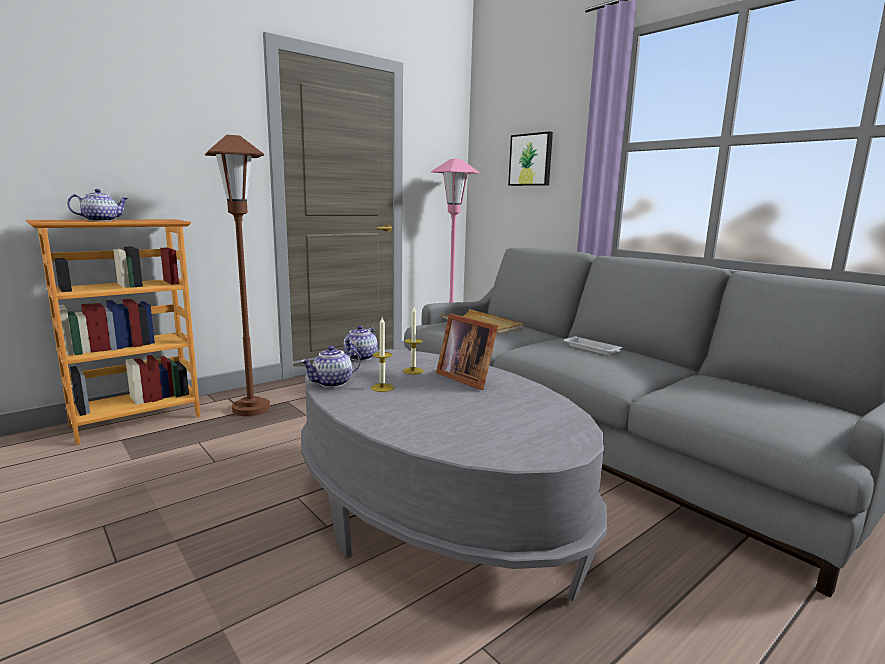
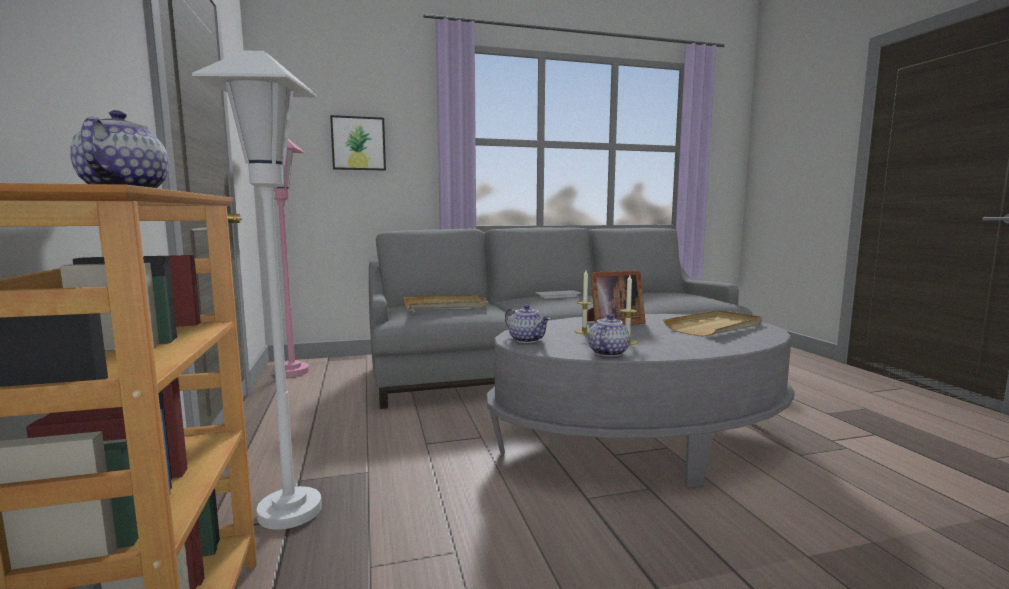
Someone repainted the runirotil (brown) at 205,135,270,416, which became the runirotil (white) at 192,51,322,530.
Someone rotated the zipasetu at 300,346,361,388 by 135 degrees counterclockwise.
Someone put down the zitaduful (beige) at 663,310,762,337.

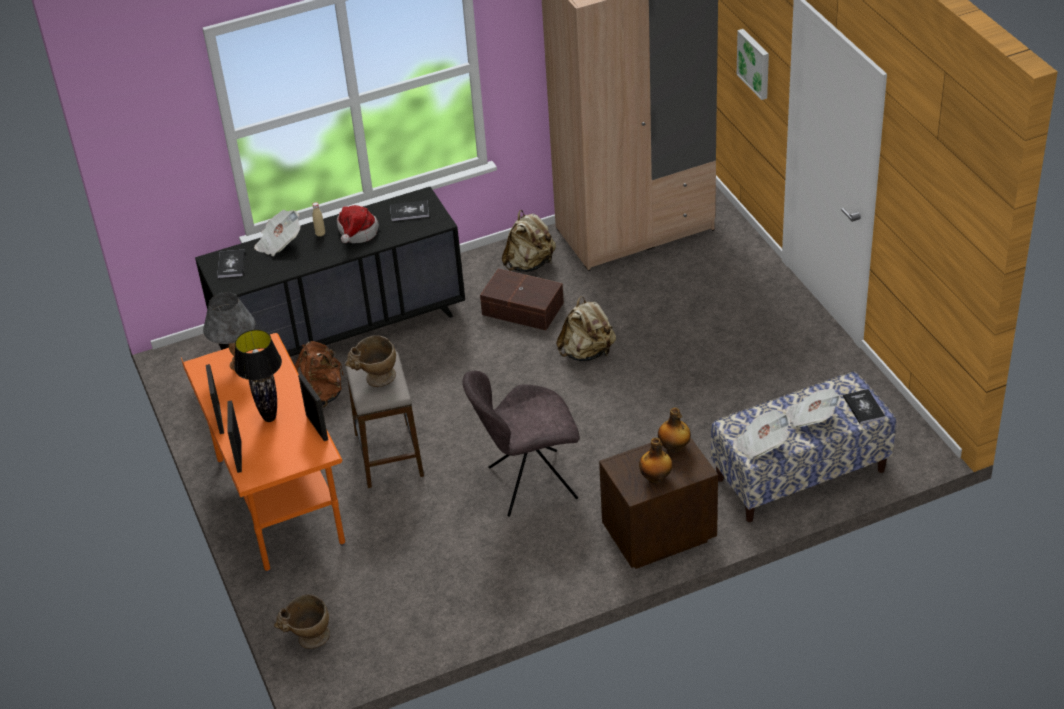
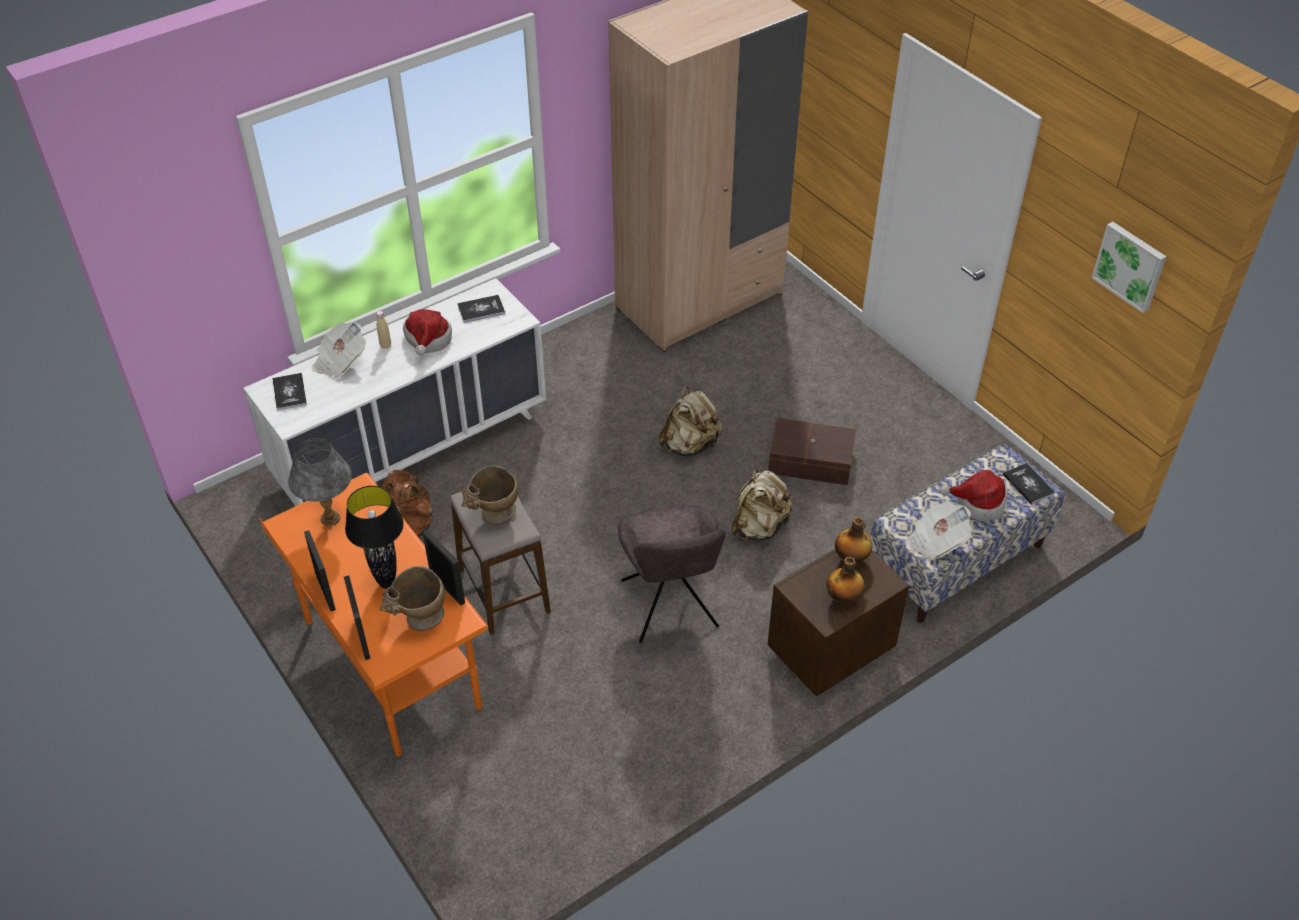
Someone carried the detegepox from 737,29,769,100 to 1091,222,1167,313.
Someone repainted the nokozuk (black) at 195,187,465,357, which became the nokozuk (white) at 243,278,546,506.
Someone carried the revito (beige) from 502,210,556,272 to 731,469,792,541.
Someone carried the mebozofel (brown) from 480,268,564,331 to 768,418,856,485.
Someone rotated the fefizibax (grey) at 462,371,580,517 by 75 degrees counterclockwise.
Someone swapped the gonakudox at 786,389,841,428 for the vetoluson at 939,470,1008,521.
Someone carried the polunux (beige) from 274,594,330,649 to 380,566,445,631.

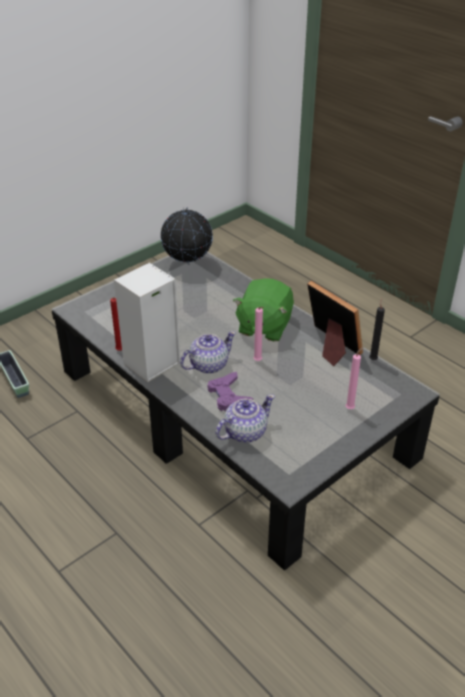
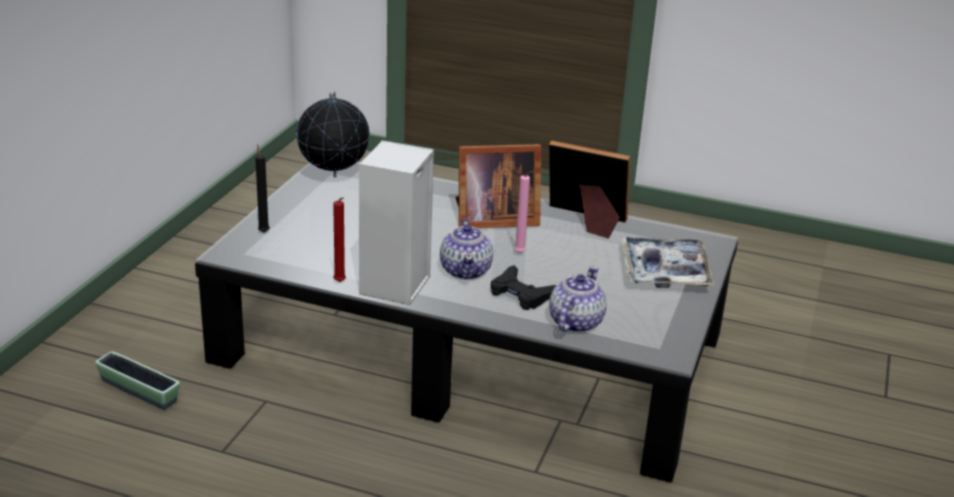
Someone swapped the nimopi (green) at 233,278,294,342 for the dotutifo at 456,144,541,228.
Someone carried the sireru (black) from 369,298,385,360 to 255,144,270,232.
Someone rotated the zipasetu at 180,331,236,374 by 150 degrees clockwise.
Someone swapped the sireru (pink) at 346,347,363,409 for the zitaduful at 622,237,714,288.
Someone repainted the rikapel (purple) at 208,372,253,412, which became the rikapel (black) at 491,265,556,310.

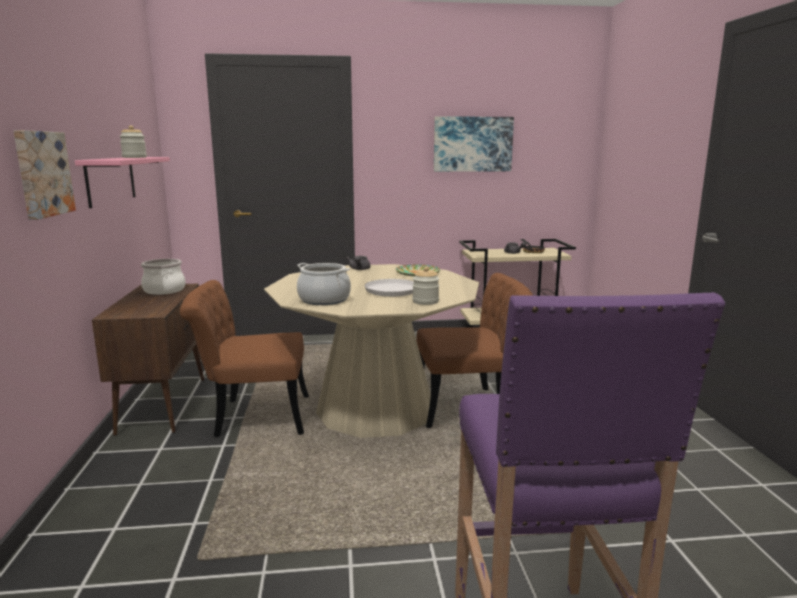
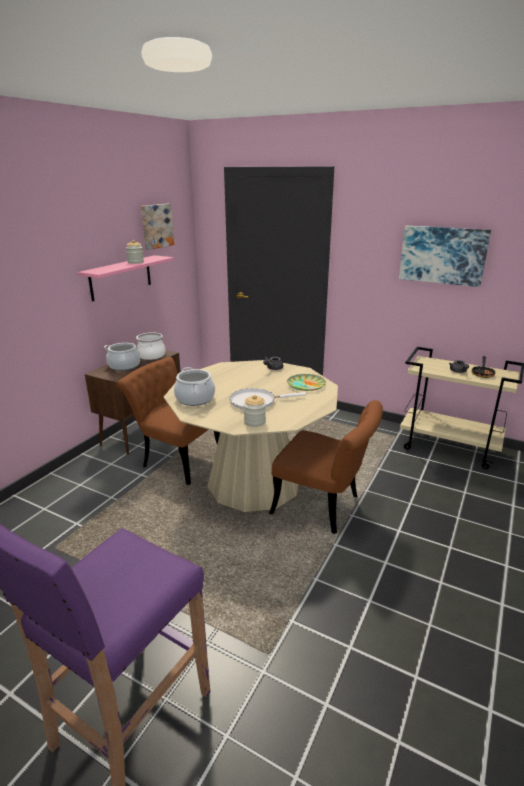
Someone carried the detegepox from 14,130,76,220 to 141,204,174,250.
Someone put down the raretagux at 104,343,140,371.

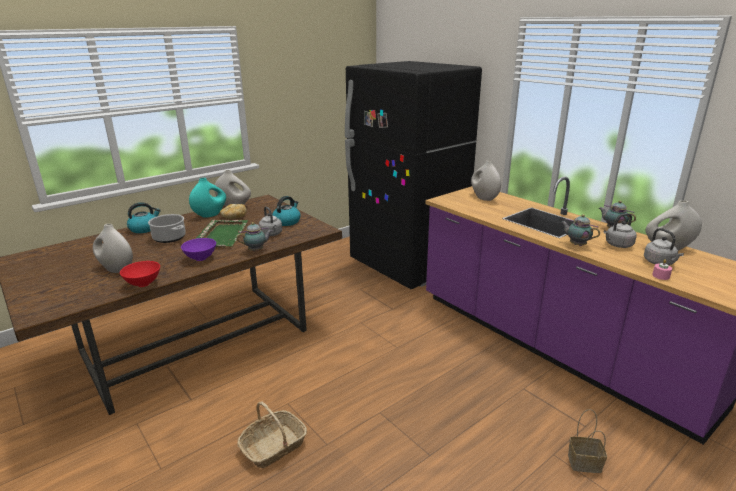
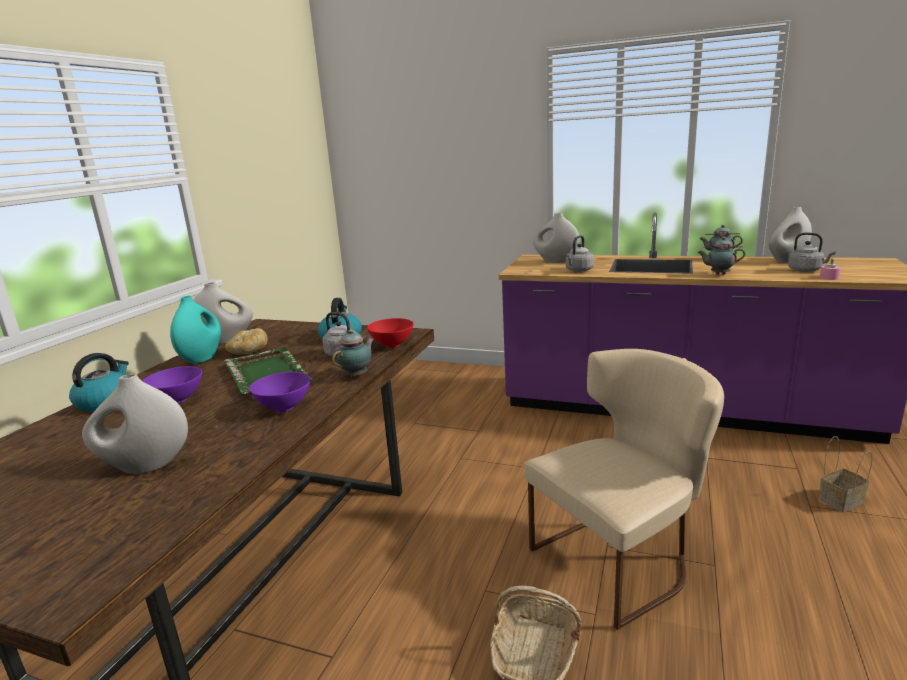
Someone took away the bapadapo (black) at 345,61,482,289.
Someone carried the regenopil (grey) from 604,213,637,248 to 566,235,594,272.
Someone swapped the raretagux at 148,214,186,243 for the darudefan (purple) at 143,366,202,404.
Someone carried the darudefan (red) from 120,261,160,287 to 367,318,414,348.
Someone put down the fefizibax (beige) at 525,349,724,630.

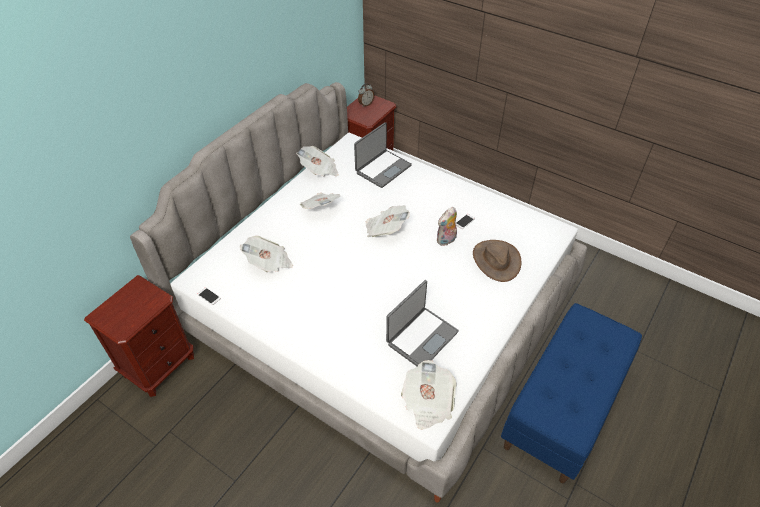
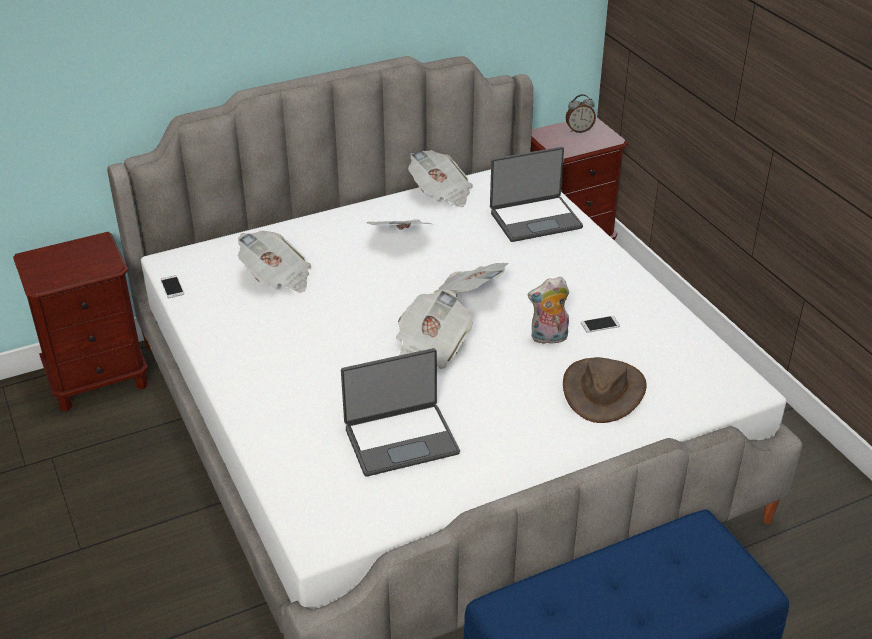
Someone carried the gonakudox from 401,360,457,430 to 396,290,473,369.

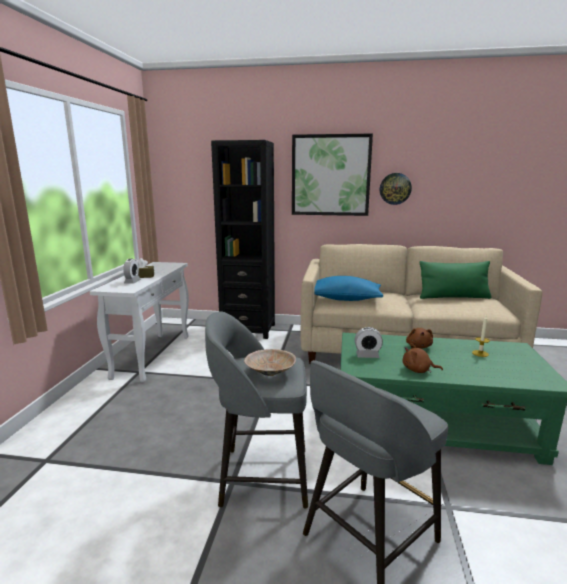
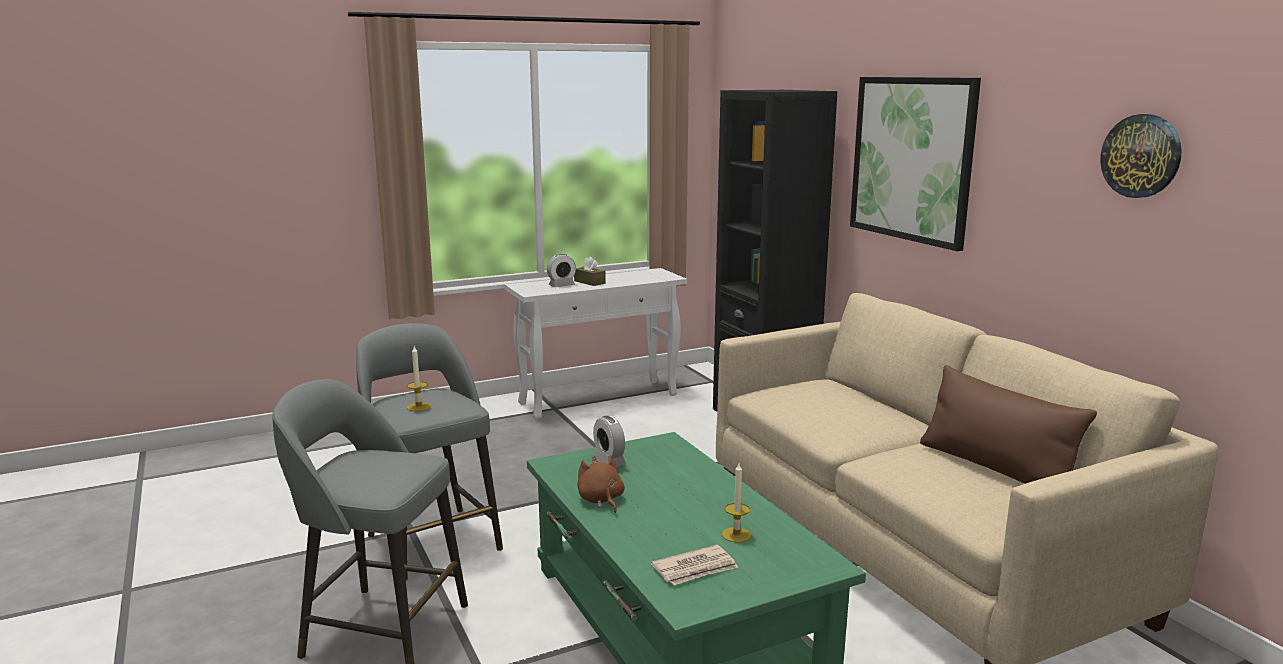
Someone carried the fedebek from 380,173,412,205 to 1100,114,1182,198.
Someone repainted the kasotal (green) at 420,261,491,299, which became the kasotal (brown) at 920,365,1097,484.
Someone took away the kasotal (blue) at 314,276,383,301.
Someone took away the nimopi (brown) at 406,328,433,349.
Someone swapped the darudefan (beige) at 244,349,296,376 for the sireru at 406,346,431,411.
Someone put down the gonakudox at 651,545,738,585.

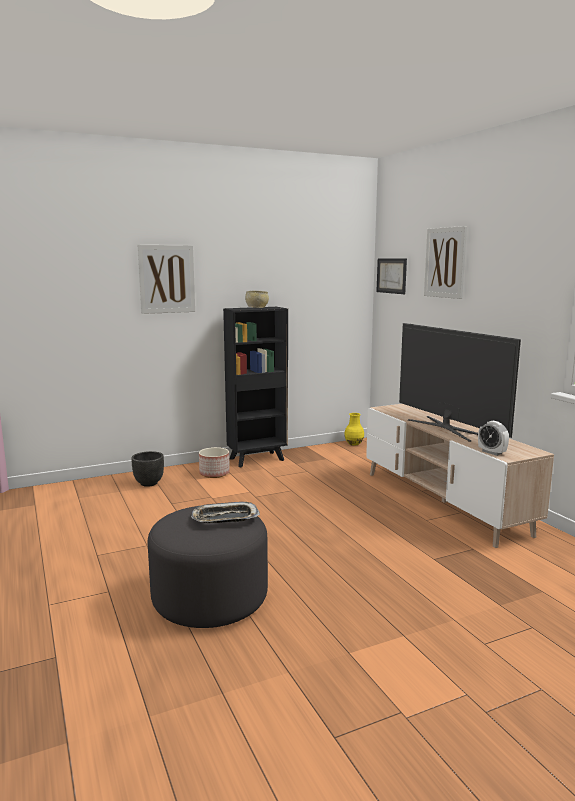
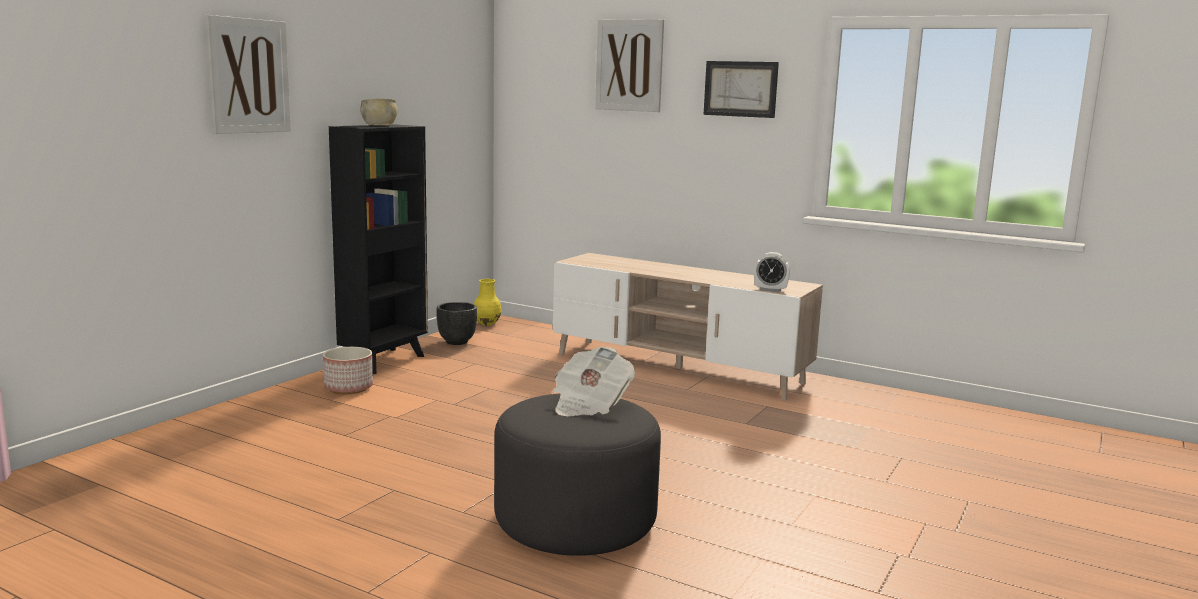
Someone carried the detegepox from 376,258,407,294 to 703,61,779,118.
Someone took away the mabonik at 399,323,521,442.
Someone carried the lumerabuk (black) from 131,451,164,487 to 436,302,477,345.
Someone swapped the zitaduful at 191,502,260,523 for the gonakudox at 553,347,635,416.

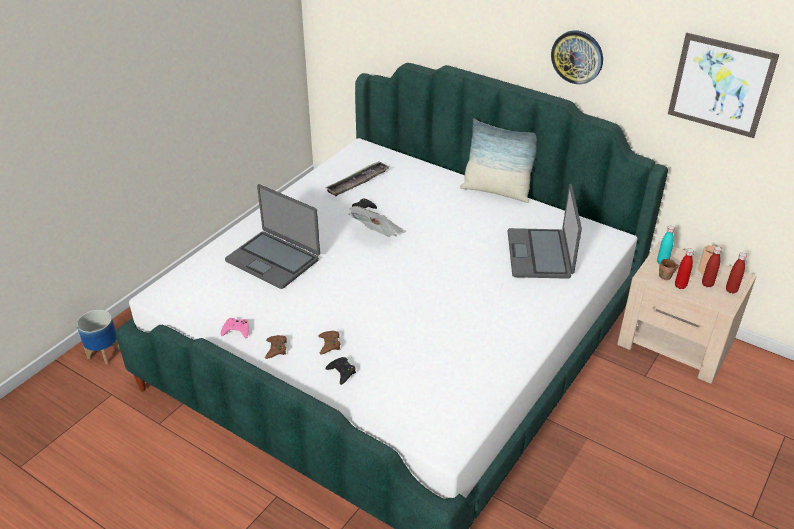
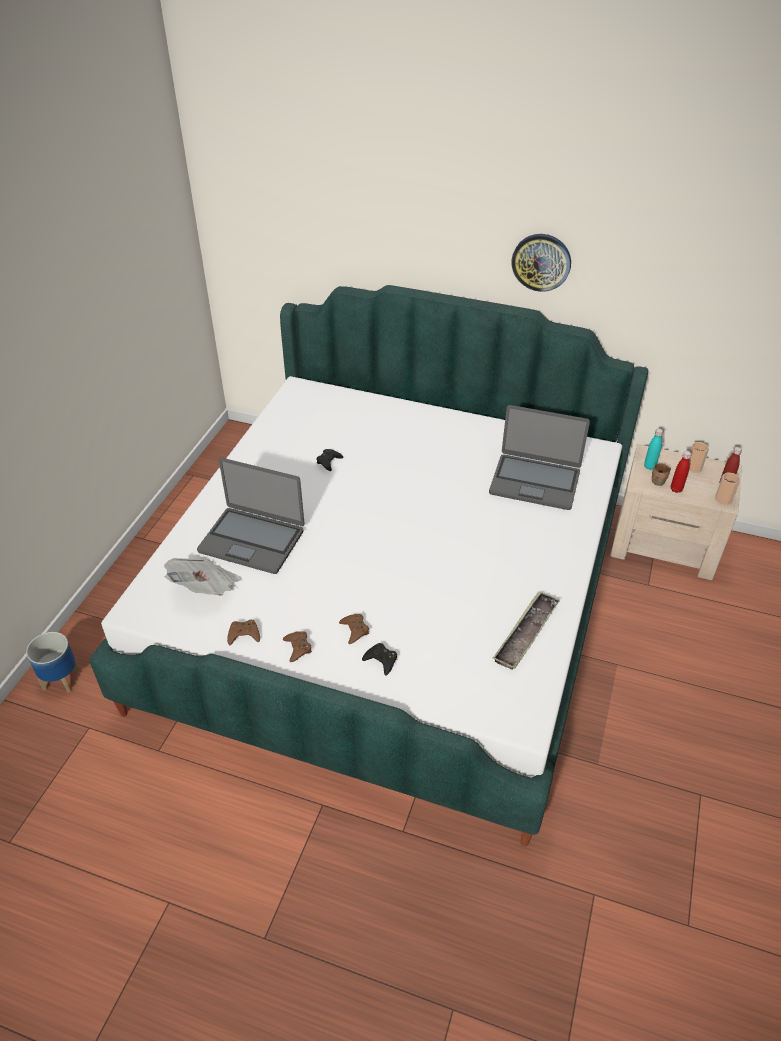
Someone took away the detegepox at 668,33,779,138.
Someone took away the kasotal at 460,118,537,203.
Someone carried the zitaduful from 325,161,389,196 to 492,591,560,670.
Someone rotated the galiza at 508,184,582,279 by 60 degrees counterclockwise.
Someone carried the gonakudox from 349,206,406,237 to 164,558,242,596.
Someone took away the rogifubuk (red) at 702,247,722,287.
Someone repainted the rikapel (pink) at 221,318,249,338, which became the rikapel (brown) at 227,620,260,645.
Someone put down the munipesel at 715,472,740,505.

